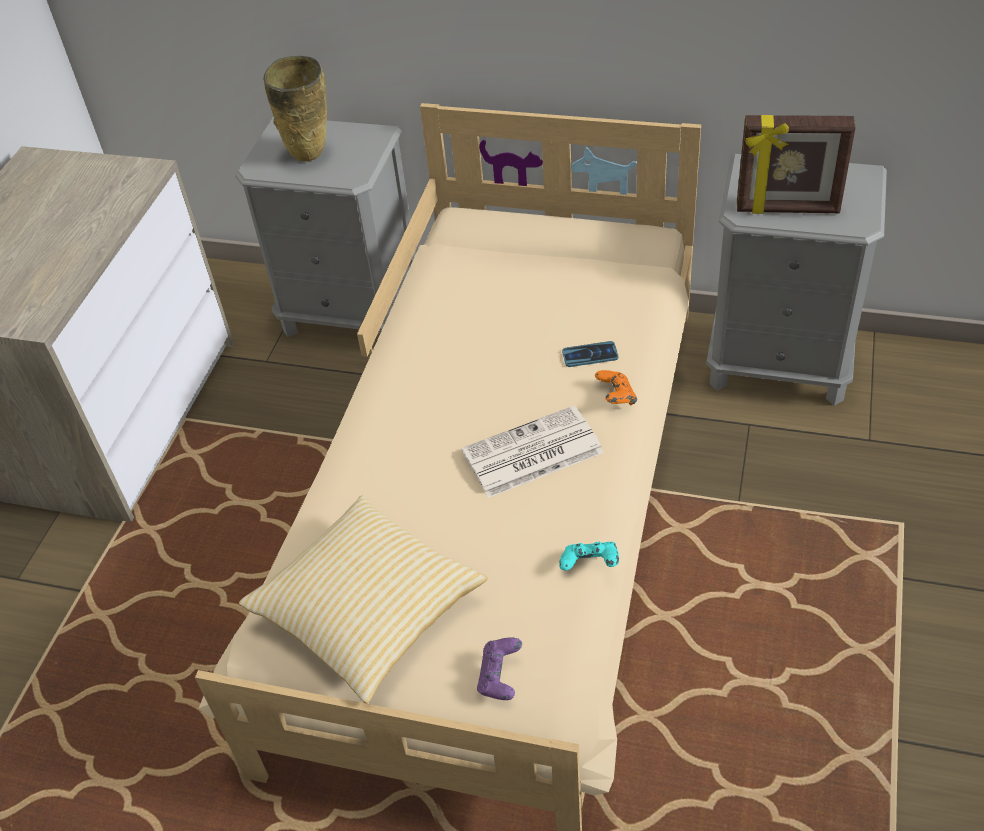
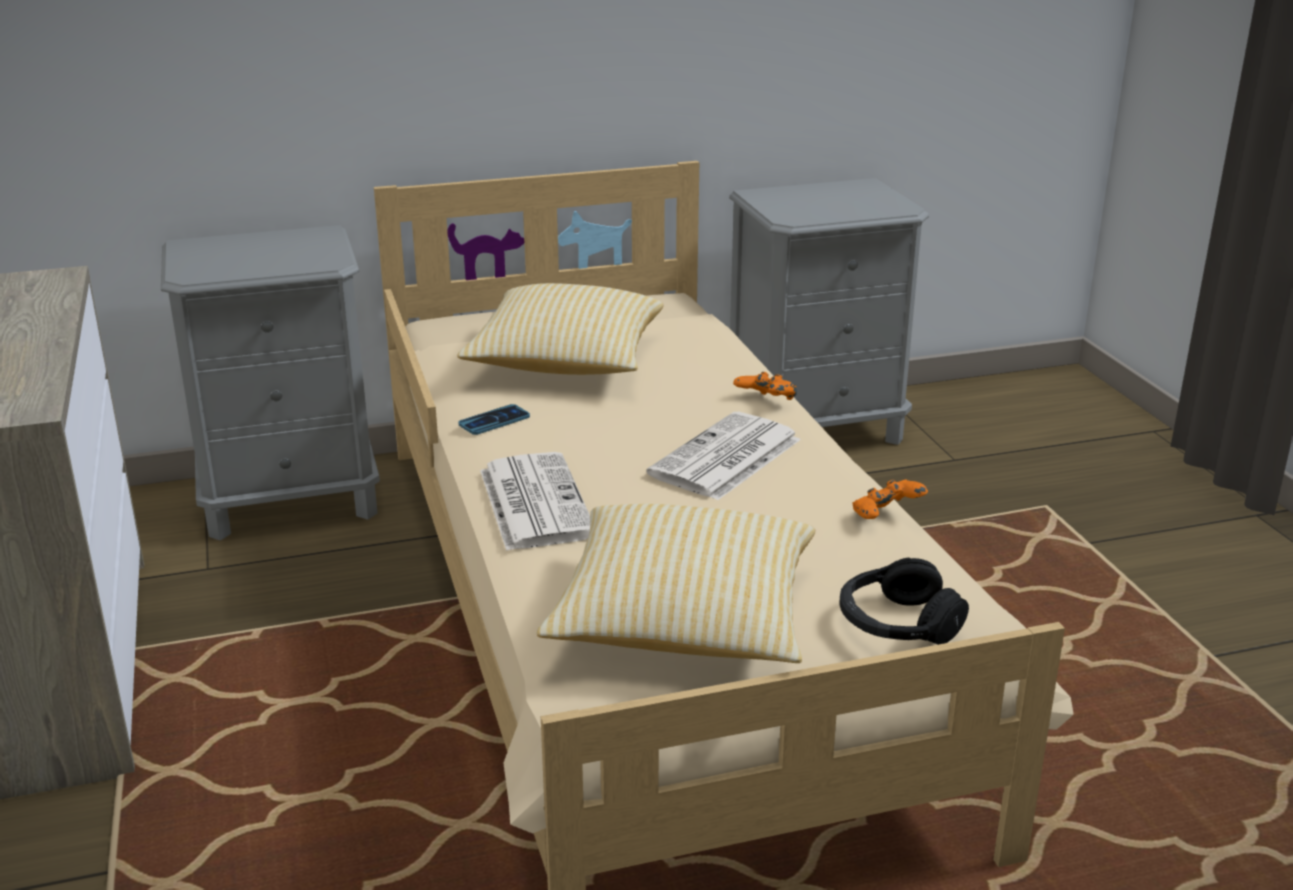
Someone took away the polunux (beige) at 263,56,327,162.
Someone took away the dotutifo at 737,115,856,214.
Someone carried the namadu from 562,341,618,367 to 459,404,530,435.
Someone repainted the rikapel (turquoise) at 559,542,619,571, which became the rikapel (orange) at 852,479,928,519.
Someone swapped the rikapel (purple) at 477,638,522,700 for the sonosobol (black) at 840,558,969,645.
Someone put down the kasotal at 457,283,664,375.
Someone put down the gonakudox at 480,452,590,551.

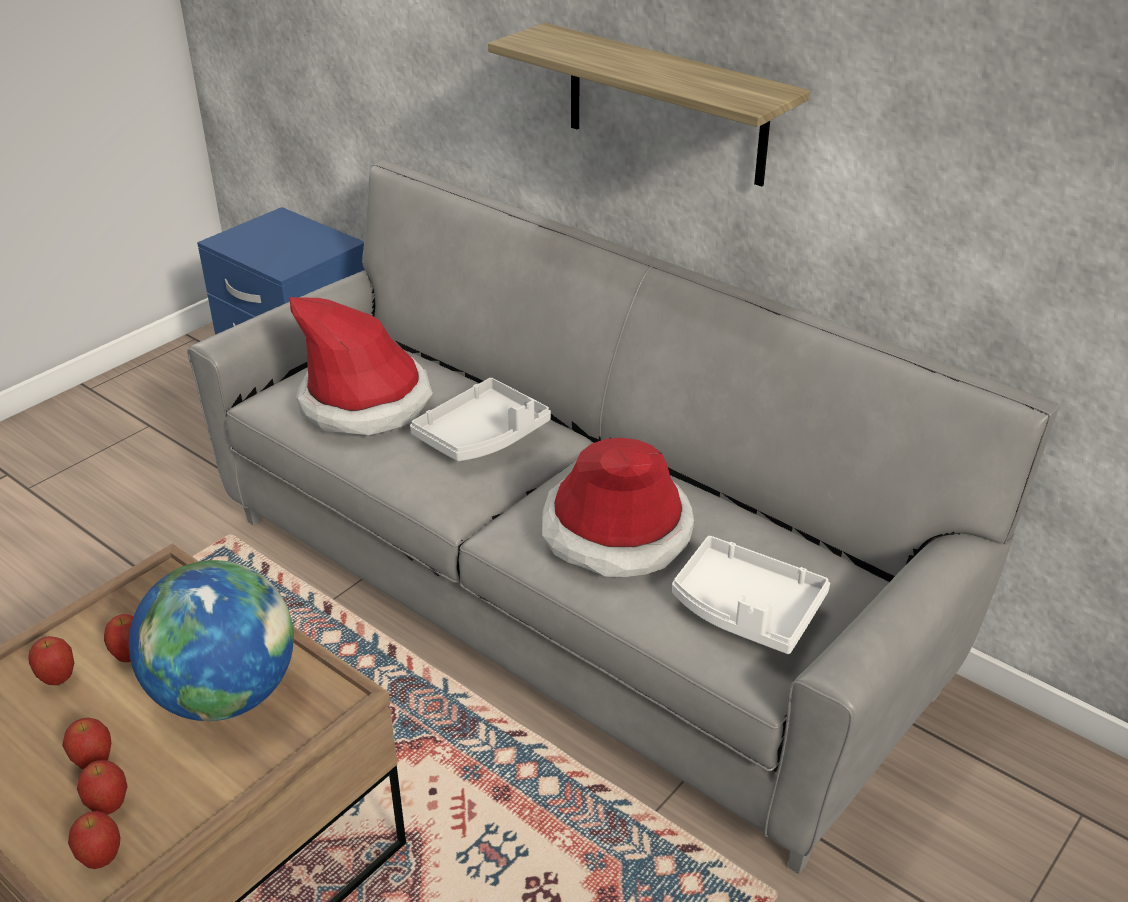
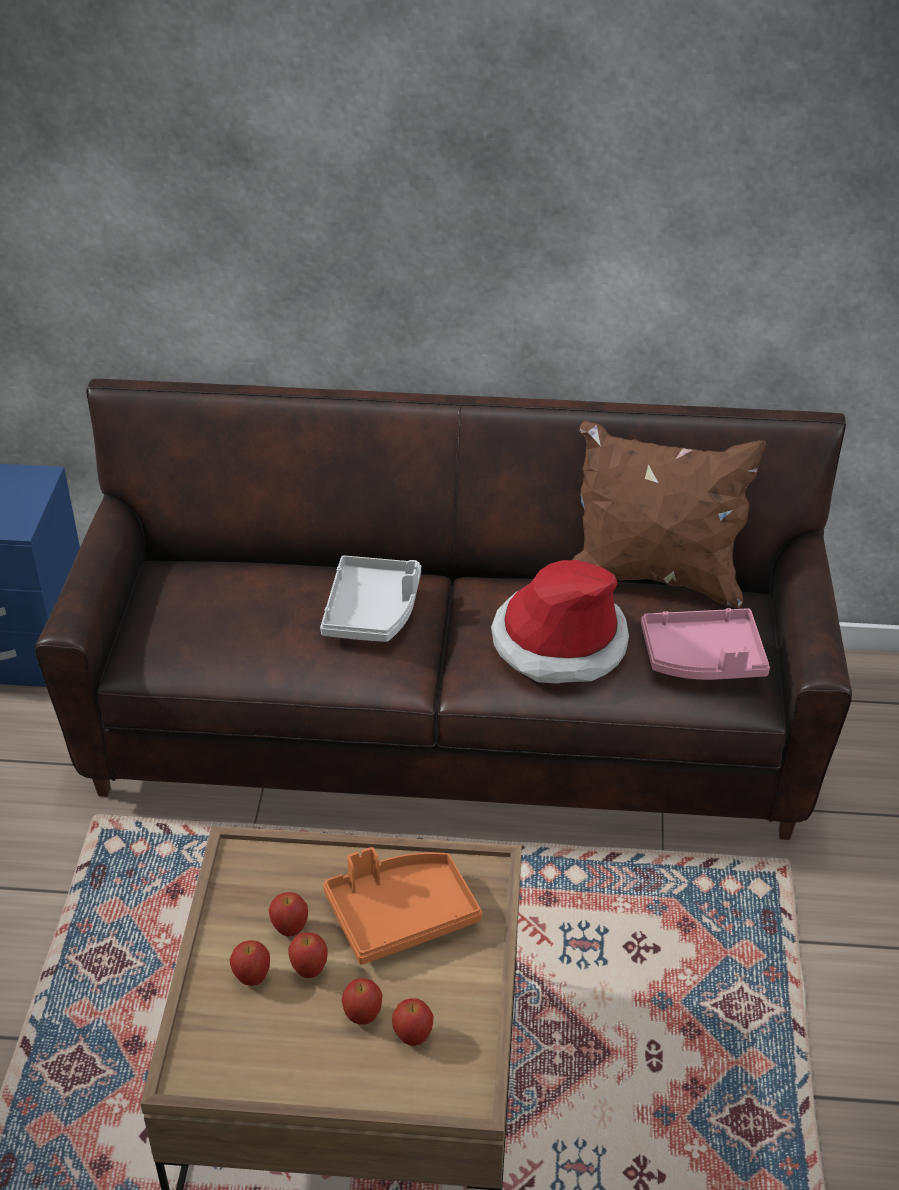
Someone took away the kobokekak at 488,23,810,186.
Someone repainted the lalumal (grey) at 187,160,1059,874, which became the lalumal (brown) at 35,379,852,840.
Someone took away the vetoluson at 290,297,433,435.
Someone repainted the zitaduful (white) at 672,536,830,654, which became the zitaduful (pink) at 641,608,770,680.
Someone swapped the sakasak at 129,560,294,721 for the zitaduful (orange) at 323,847,482,965.
Someone carried the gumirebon from 68,811,121,869 to 288,932,328,978.
Someone put down the kasotal (brown) at 572,420,766,608.

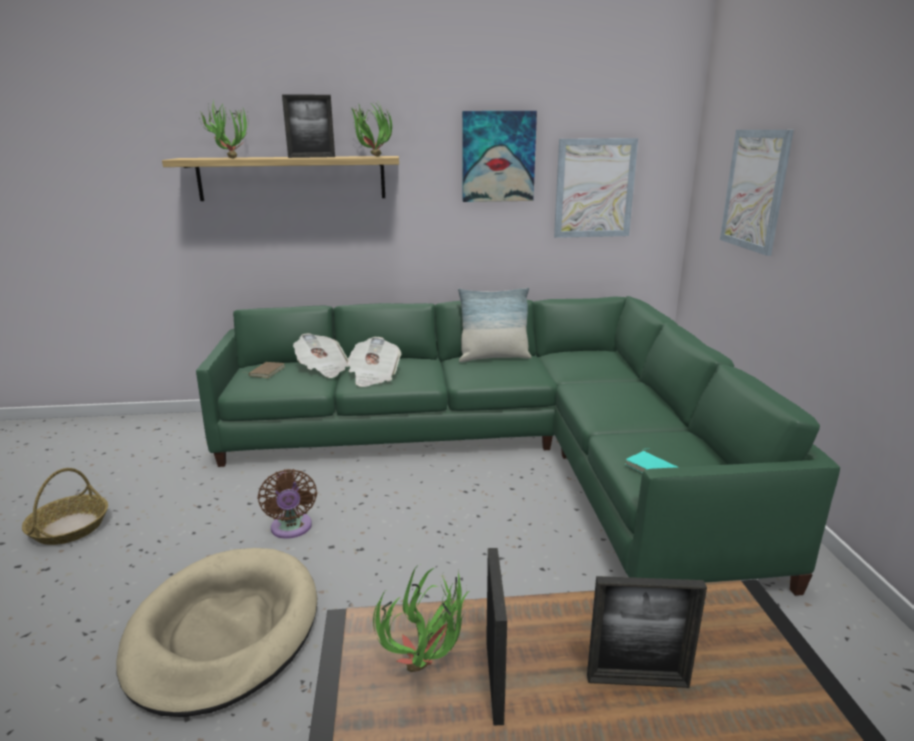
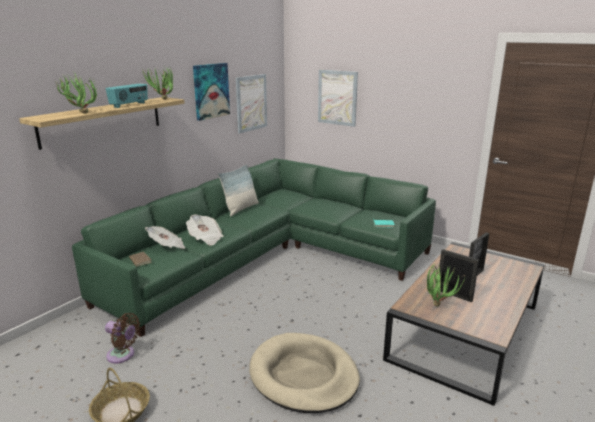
Someone swapped the dotutifo at 282,94,335,158 for the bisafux at 106,84,148,108.
Someone carried the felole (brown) from 258,469,317,539 to 105,313,140,363.

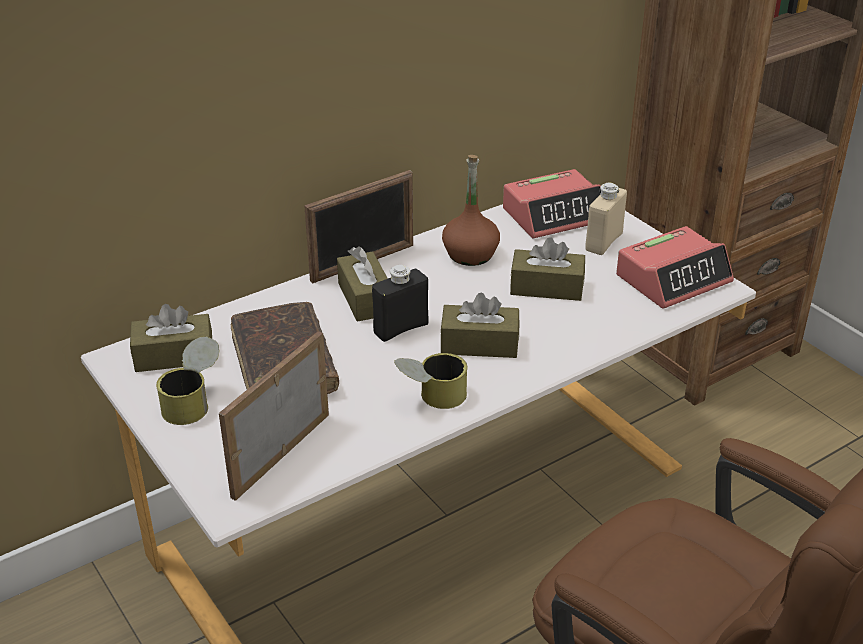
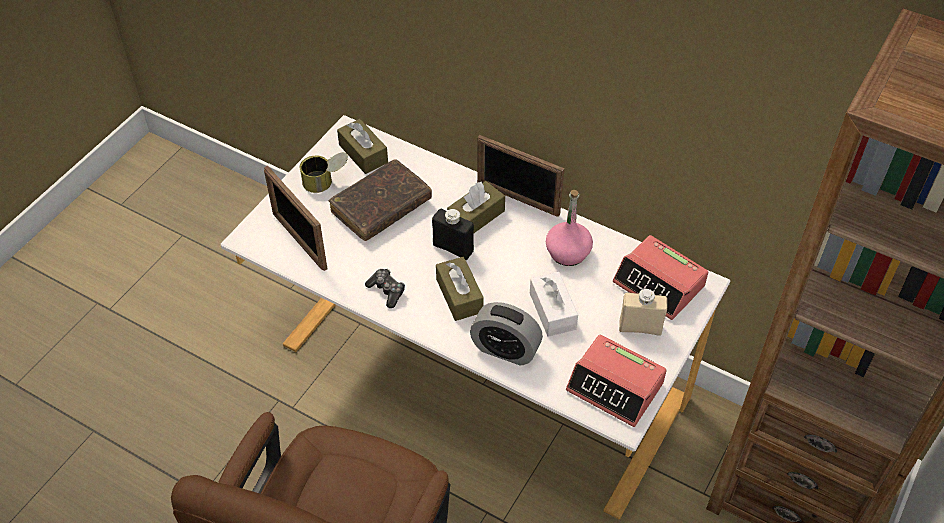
Someone repainted the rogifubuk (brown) at 442,155,500,266, which became the rogifubuk (pink) at 546,189,593,266.
Someone repainted the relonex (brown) at 510,237,585,301, which became the relonex (white) at 530,272,578,337.
Someone rotated the dotutifo at 219,331,329,501 by 135 degrees counterclockwise.
Someone swapped the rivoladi at 394,353,467,409 for the rikapel at 365,269,405,308.
Someone put down the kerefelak at 470,302,543,366.

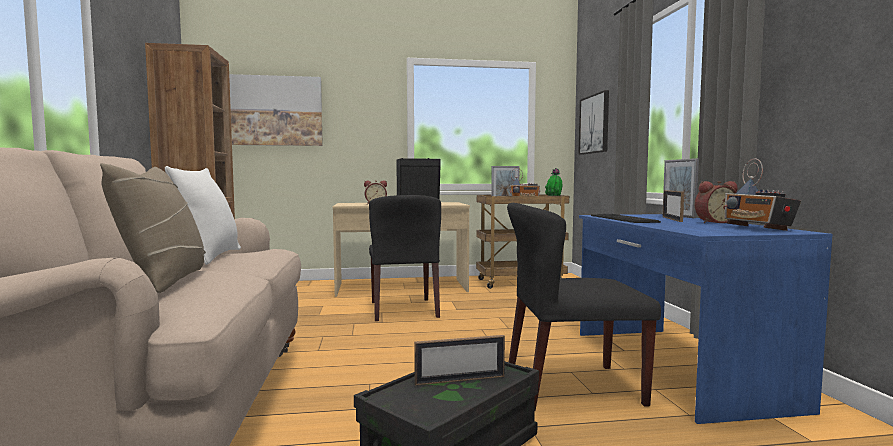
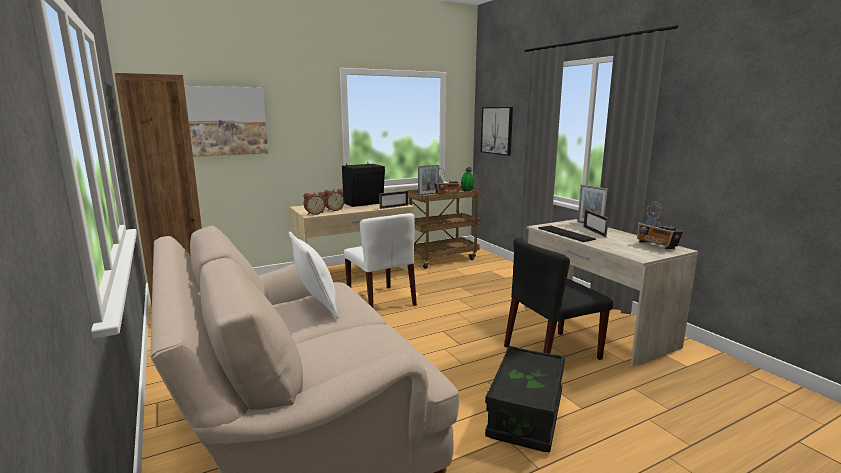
Someone took away the kasotal (beige) at 100,163,206,293.
Someone carried the kerefelak from 695,181,738,223 to 304,192,326,215.
Someone repainted the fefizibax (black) at 369,195,441,321, which became the fefizibax (white) at 344,213,417,309.
Someone repainted the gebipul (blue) at 579,214,833,424, which became the gebipul (beige) at 524,219,698,367.
Someone carried the dotutifo from 414,335,505,385 to 379,191,408,209.

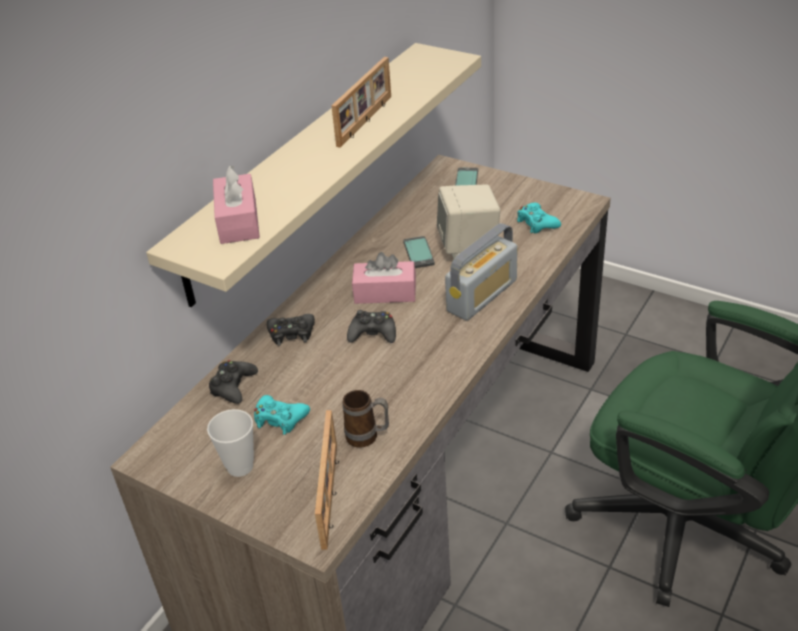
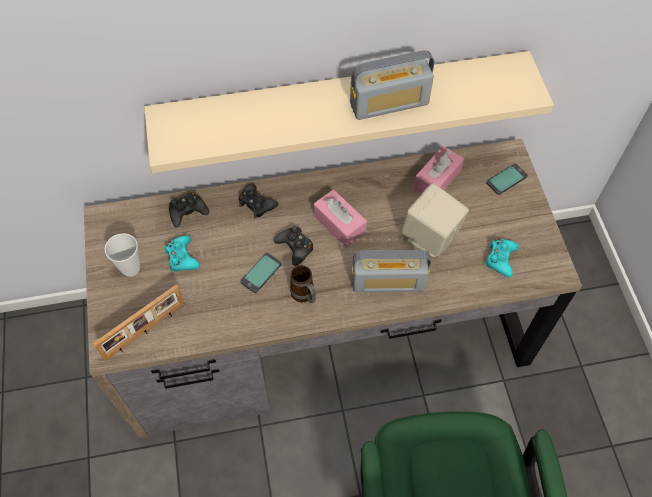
Someone swapped the dotutifo at 331,57,391,148 for the bisafux at 350,50,434,120.
Someone carried the relonex (pink) from 213,165,260,244 to 413,146,464,194.
Someone carried the namadu from 403,236,434,268 to 240,253,282,293.
Someone carried the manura from 342,390,389,448 to 290,265,316,303.

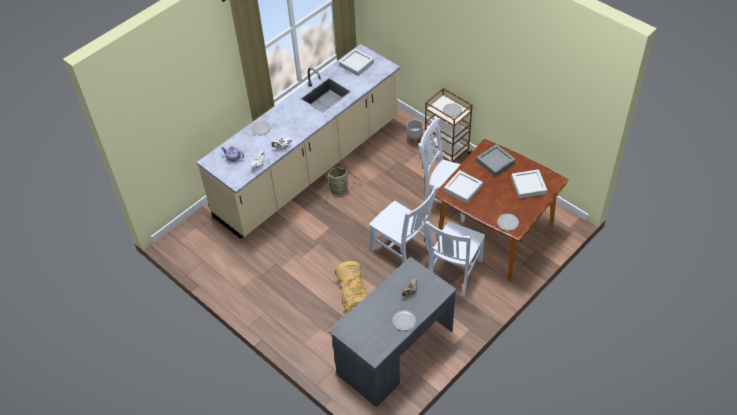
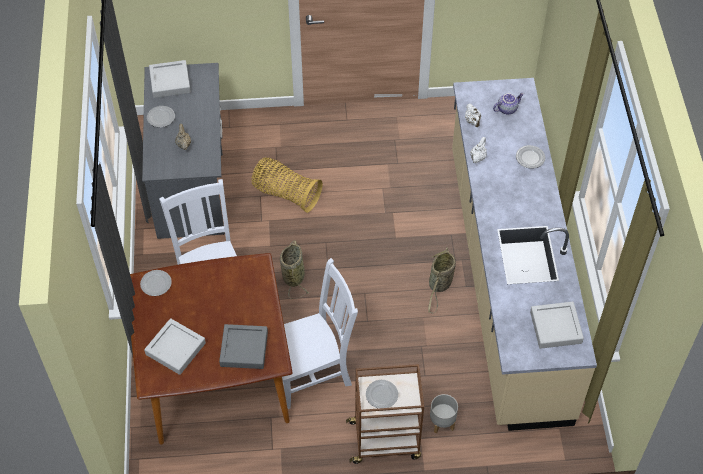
Someone carried the zitaduful (grey) from 444,170,483,204 to 149,60,191,98.
Someone swapped the fefizibax (white) at 369,186,438,263 for the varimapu at 280,240,310,299.

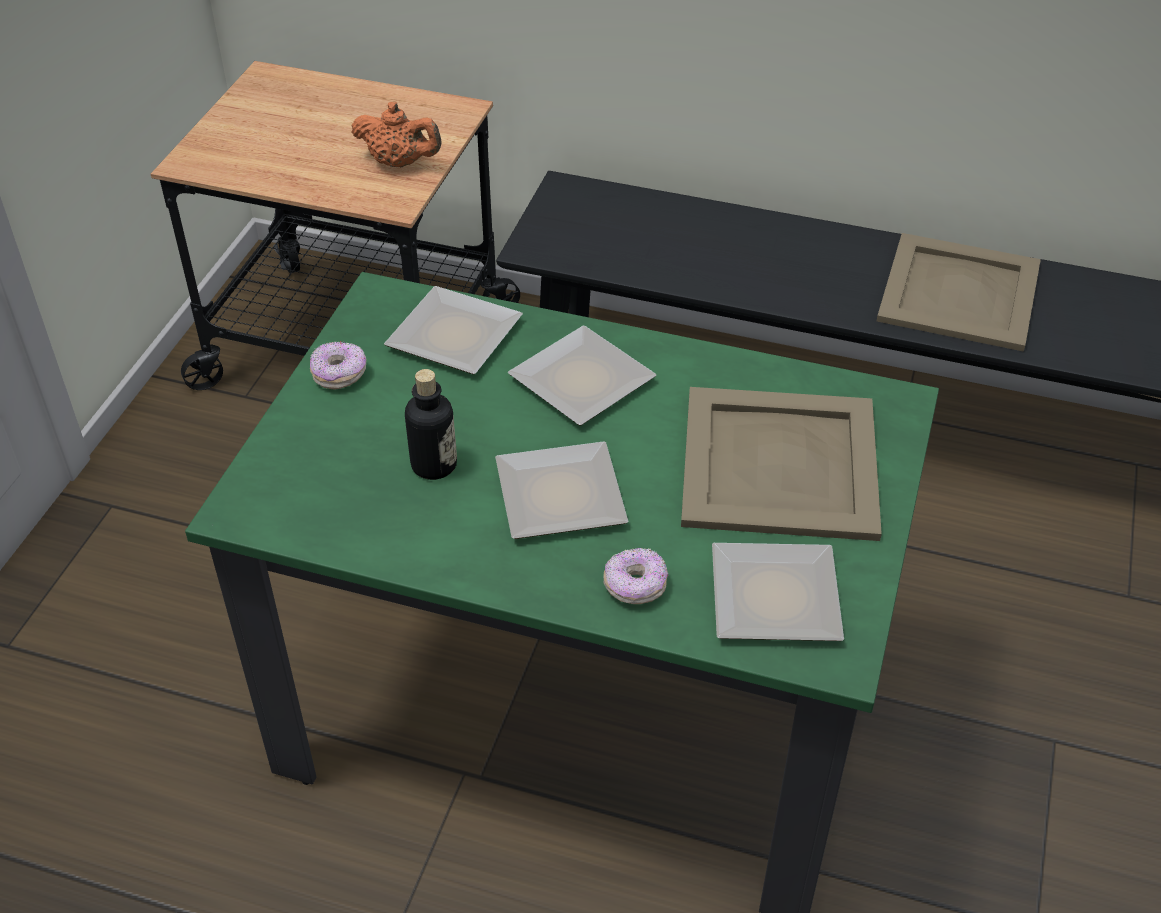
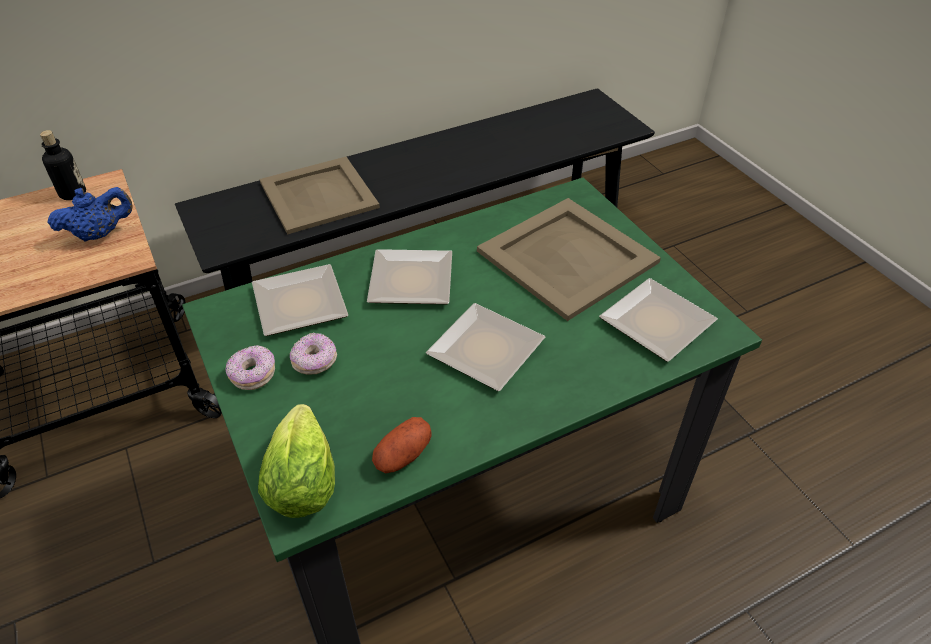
Someone repainted the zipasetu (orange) at 351,102,441,167, which became the zipasetu (blue) at 48,187,133,242.
Someone carried the zitaduful (beige) from 877,233,1041,352 to 260,157,380,234.
Someone carried the rogifubuk from 405,369,457,480 to 40,130,86,200.
Someone carried the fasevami from 603,548,668,604 to 290,333,337,375.
Someone put down the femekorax at 258,404,335,518.
Someone put down the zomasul at 372,417,432,474.

